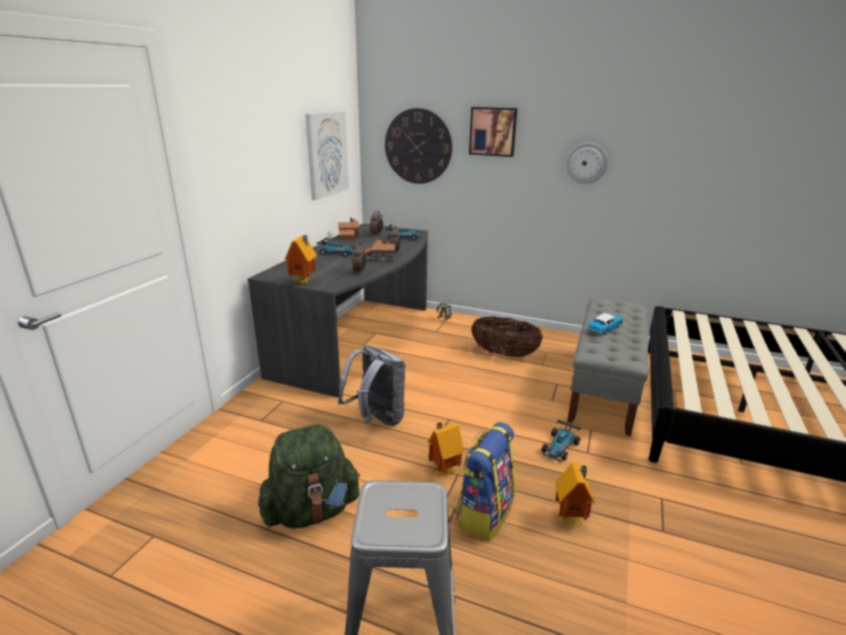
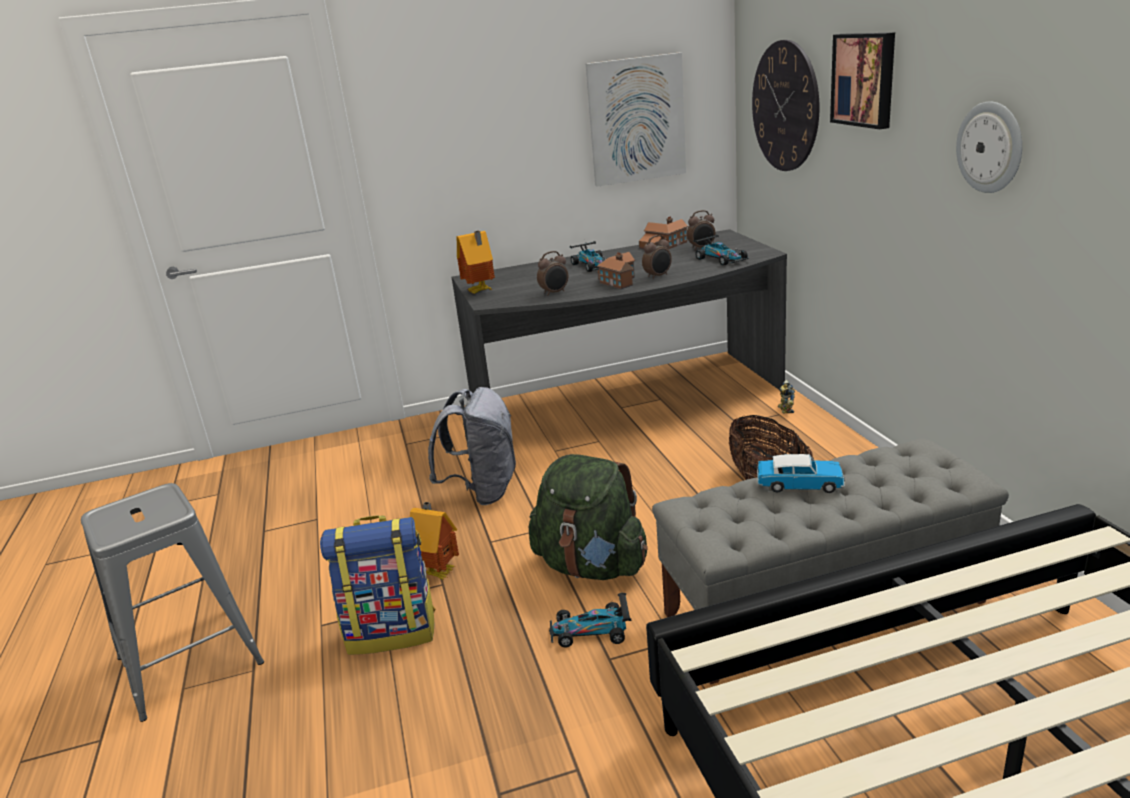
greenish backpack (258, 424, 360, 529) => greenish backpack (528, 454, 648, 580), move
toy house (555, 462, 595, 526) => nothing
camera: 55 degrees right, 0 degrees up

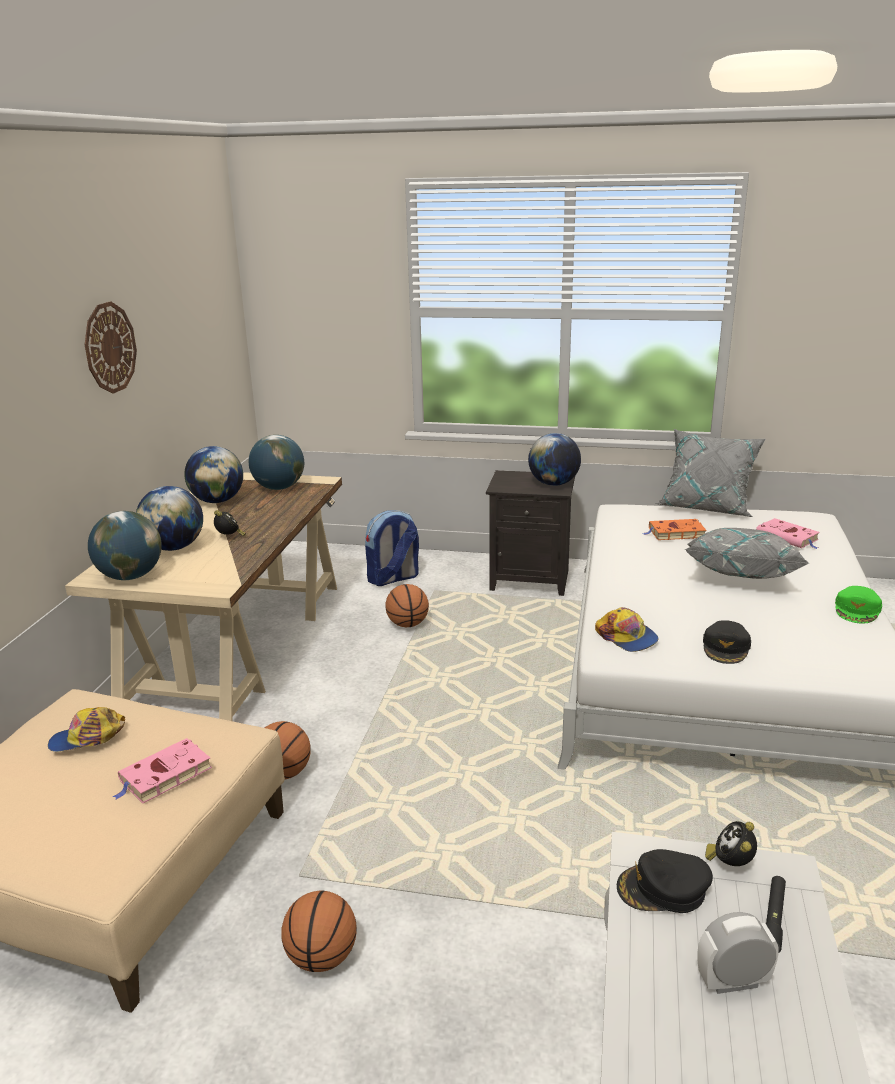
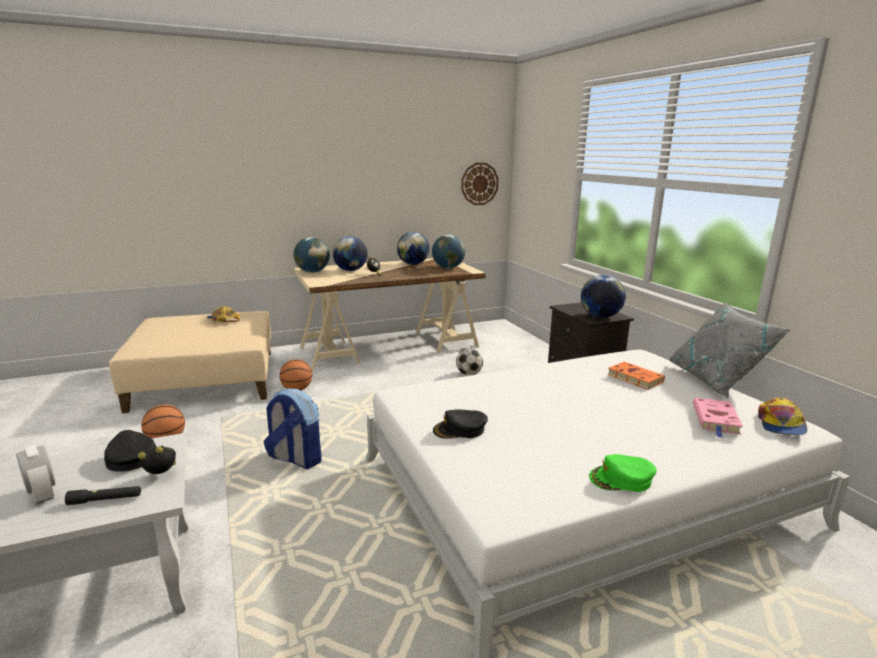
wall clock (85, 301, 137, 394) => wall clock (461, 163, 499, 205), move
backpack (365, 510, 419, 586) => backpack (263, 388, 322, 469), move
gray throw pillow (684, 528, 809, 579) => nothing
basketball ball (385, 584, 429, 627) => football (456, 348, 483, 376)
cap (595, 607, 659, 652) => cap (758, 398, 807, 435), move
pinkish book (113, 738, 212, 803) => nothing
camera: 55 degrees right, 5 degrees down

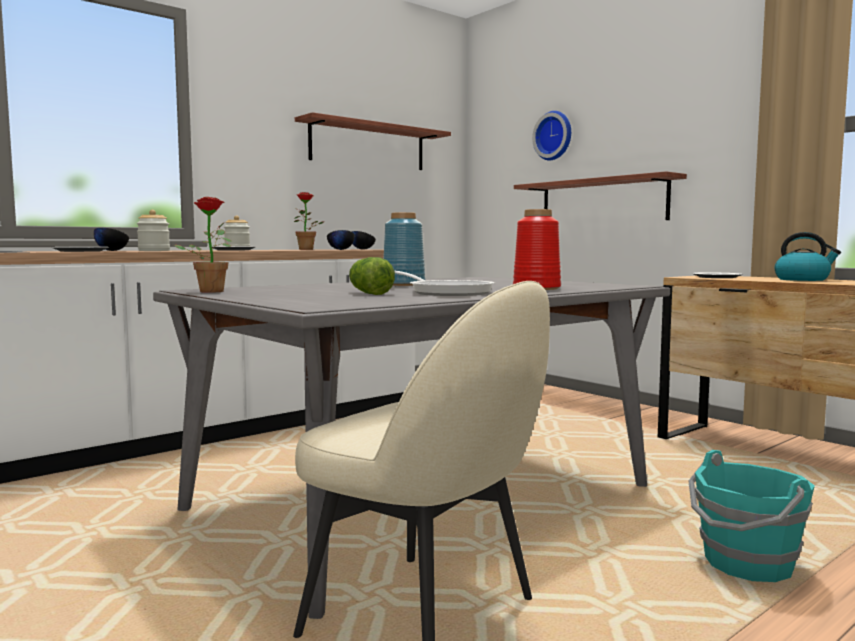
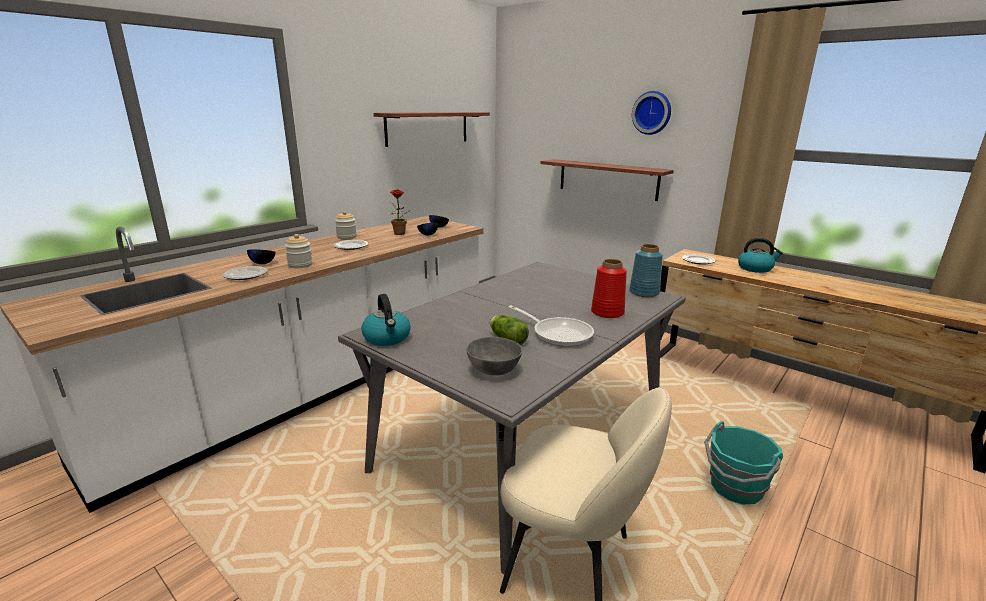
wall clock (532, 111, 571, 160) => wall clock (632, 91, 671, 135), move
houseplant (174, 197, 231, 293) => tea kettle (361, 294, 411, 346)
blue-coloured decorative vase (383, 212, 425, 286) => blue-coloured decorative vase (629, 244, 663, 297), move
nothing => gray bowl (467, 337, 522, 375)
camera: 10 degrees left, 15 degrees up

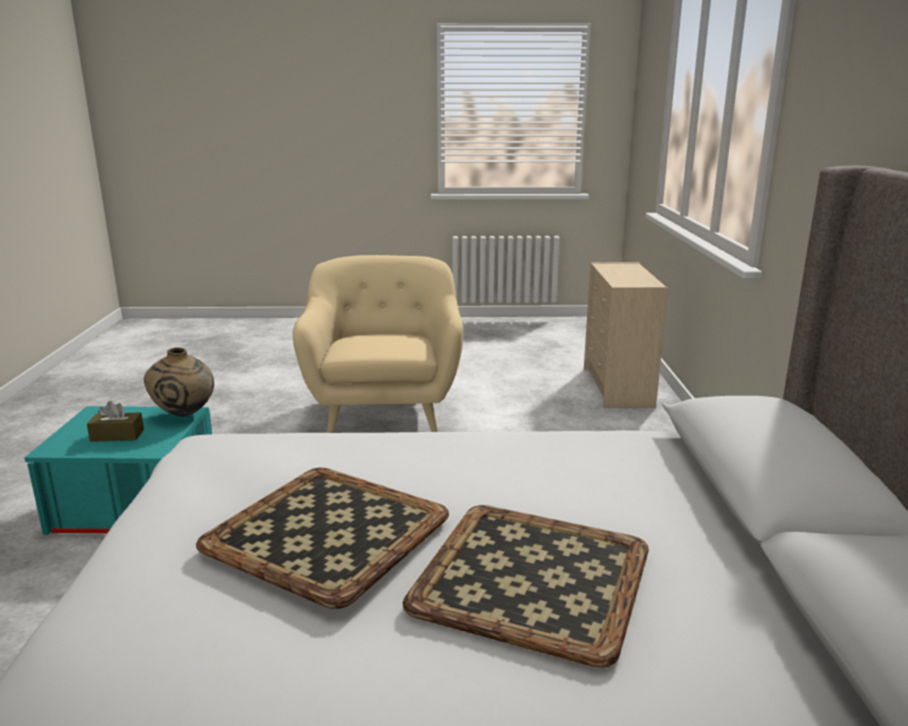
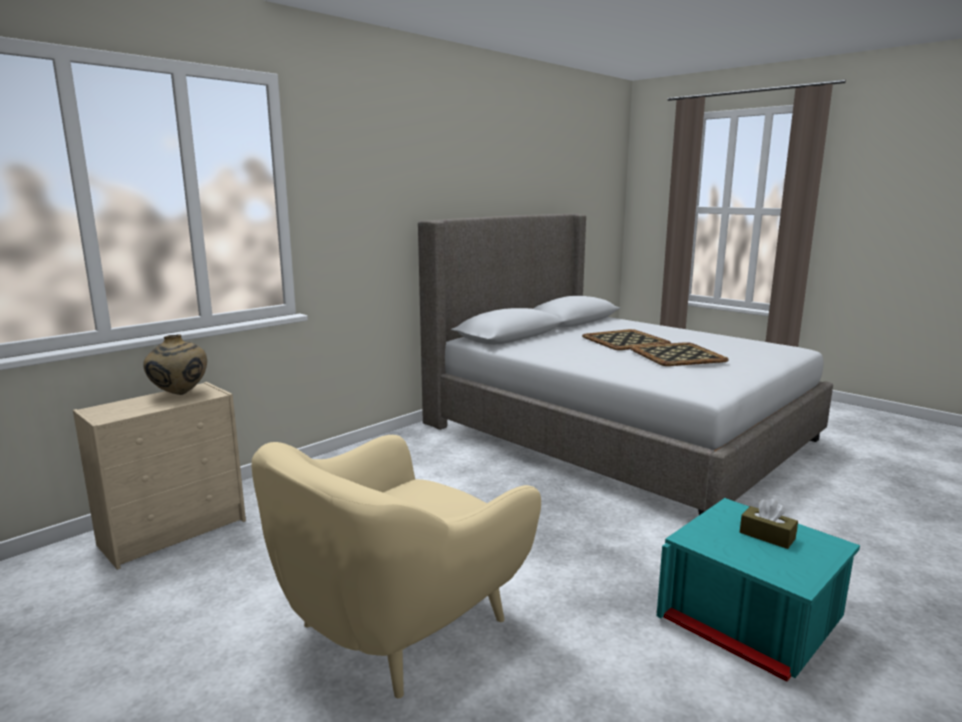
beige decorative vase (144, 347, 214, 417) => beige decorative vase (143, 334, 207, 395), move
camera: 135 degrees left, 5 degrees down

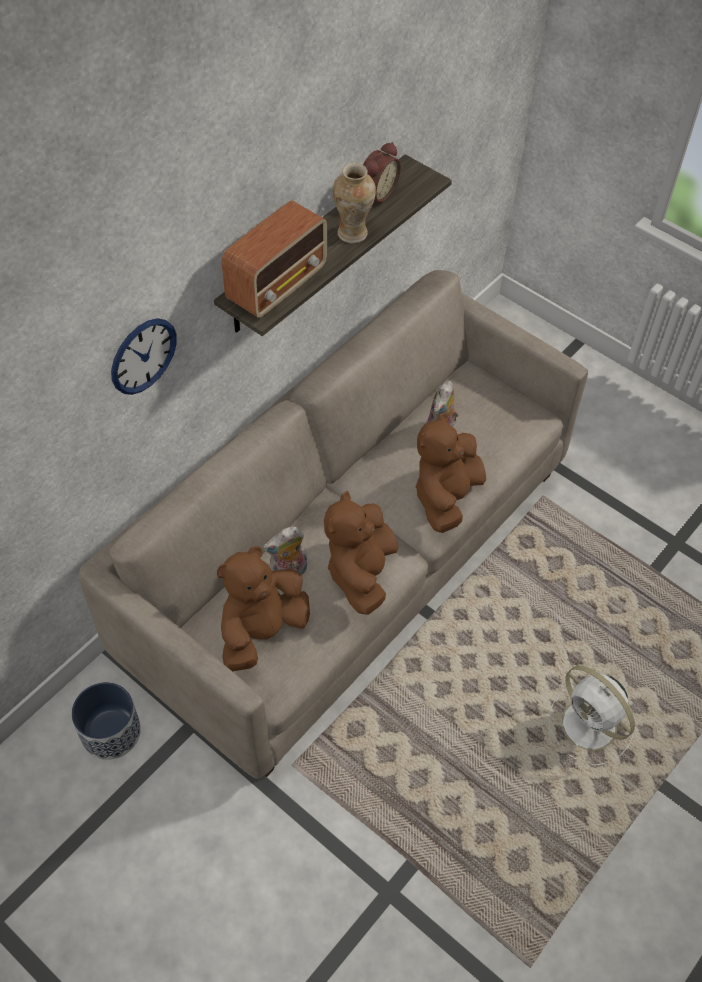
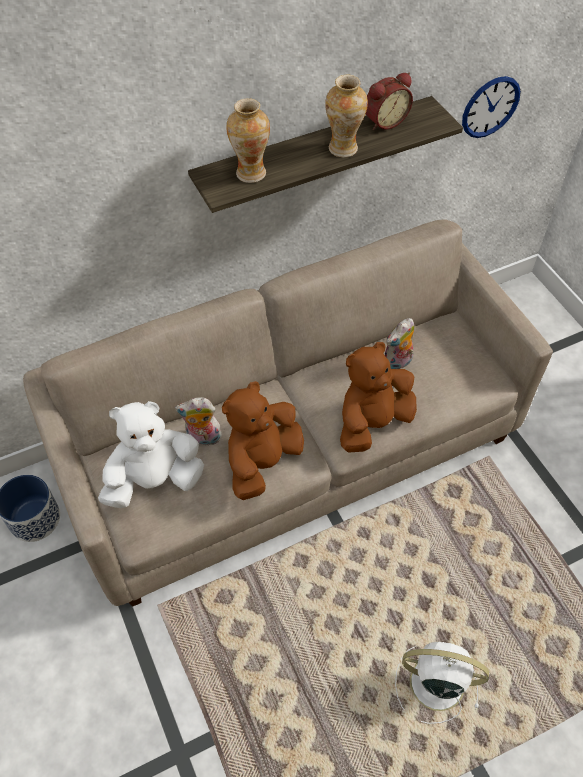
radio (222, 201, 327, 318) => decorative vase (226, 98, 270, 183)
wall clock (111, 318, 177, 395) => wall clock (462, 76, 521, 138), move
brown plush toy (217, 546, 310, 672) => whitish plush toy (98, 401, 204, 508)
whitish electric fan (548, 666, 635, 765) => whitish electric fan (395, 642, 489, 724), 120 degrees clockwise
camera: 25 degrees right, 0 degrees up

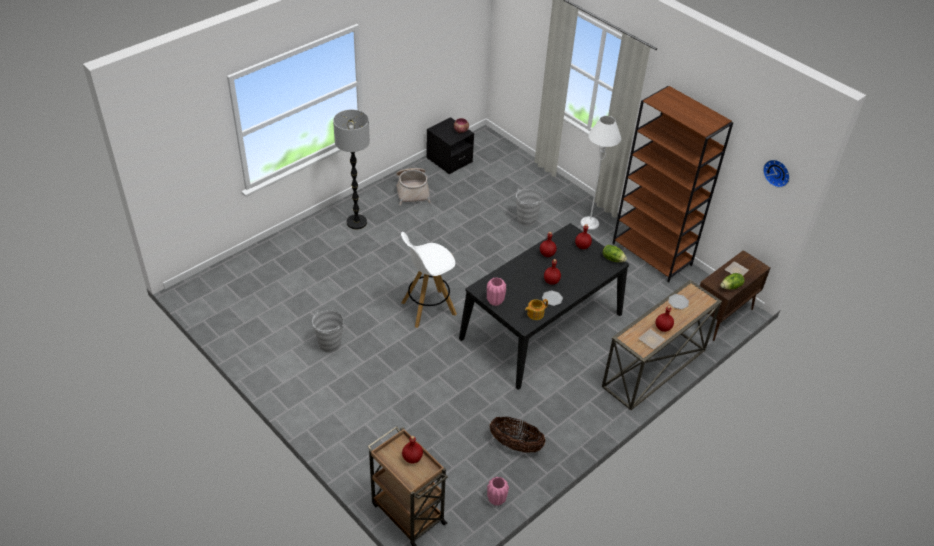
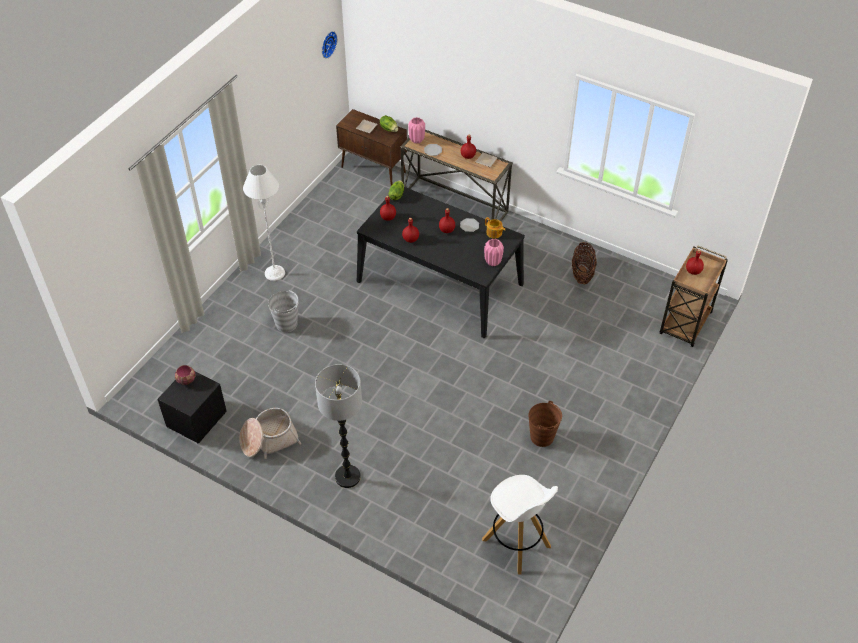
brown shelving unit (612, 86, 733, 282) => nothing
whitish sitting stool (401, 232, 457, 328) => whitish sitting stool (482, 475, 558, 575), move
gray pail (312, 310, 343, 353) => brown pail (528, 401, 562, 447)
pinkish decorative vase (487, 477, 509, 505) => pinkish decorative vase (408, 117, 425, 143), move
camera: 105 degrees left, 5 degrees up

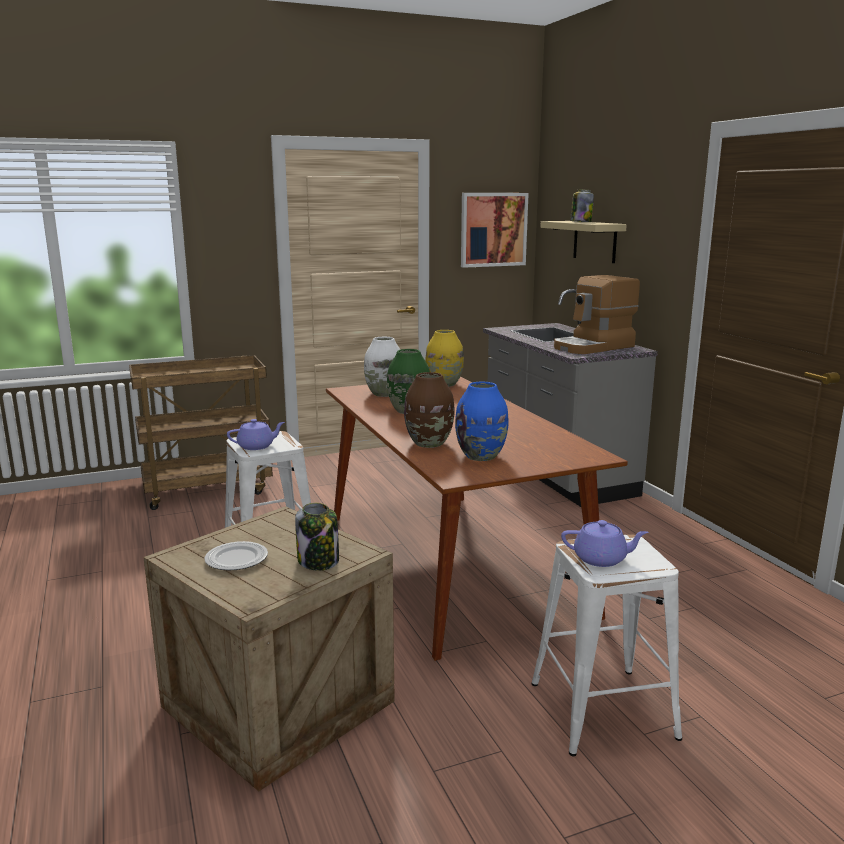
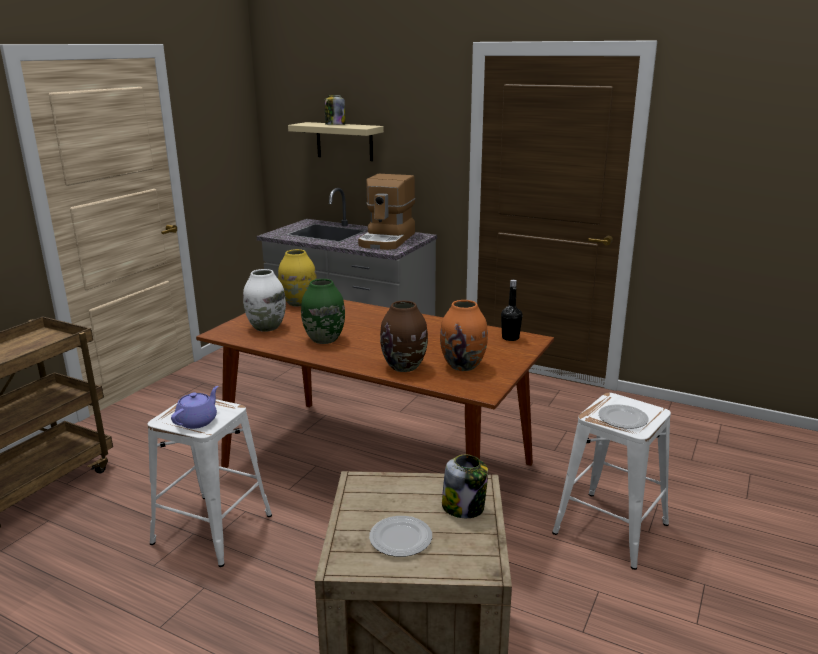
picture (461, 193, 529, 268) => nothing
blue-coloured decorative vase (455, 382, 509, 461) => orangey decorative vase (440, 300, 488, 371)
purple tea pot (561, 520, 648, 567) => flat dish (598, 404, 649, 429)
nothing => black-coloured bottle (501, 280, 522, 341)
camera: 40 degrees left, 5 degrees up

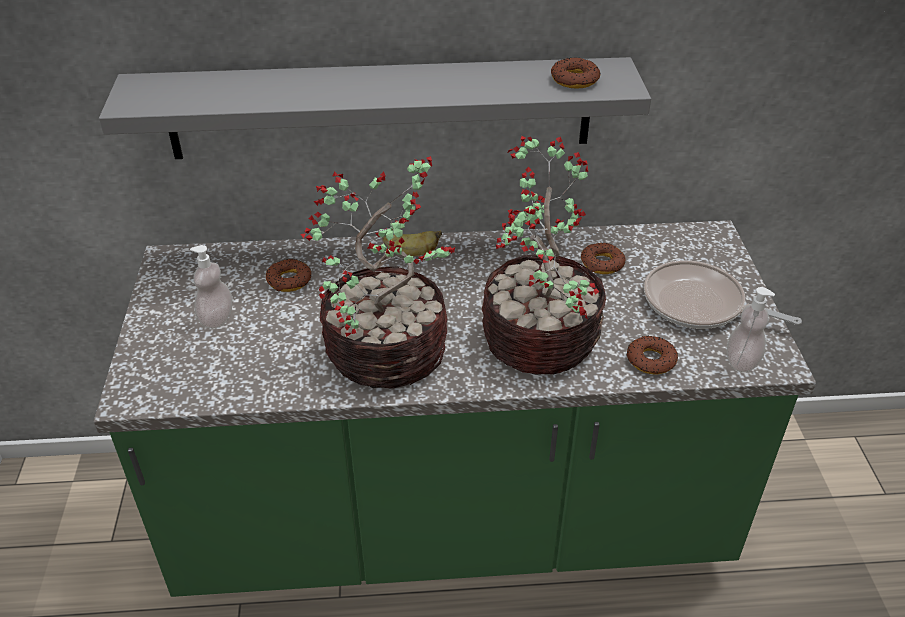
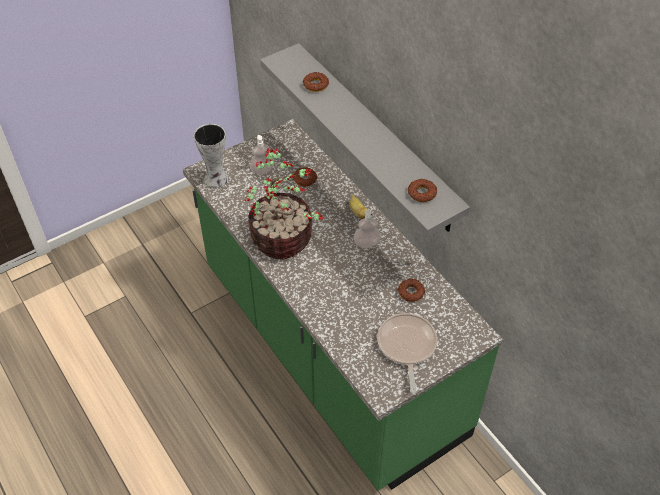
houseplant (482, 136, 606, 375) => nothing
soap dispenser (727, 287, 775, 372) => soap dispenser (353, 210, 381, 248), move
ring doughnut (626, 336, 678, 374) => ring doughnut (303, 72, 329, 92), move
nothing => decorative vase (194, 124, 228, 188)
camera: 60 degrees right, 10 degrees up

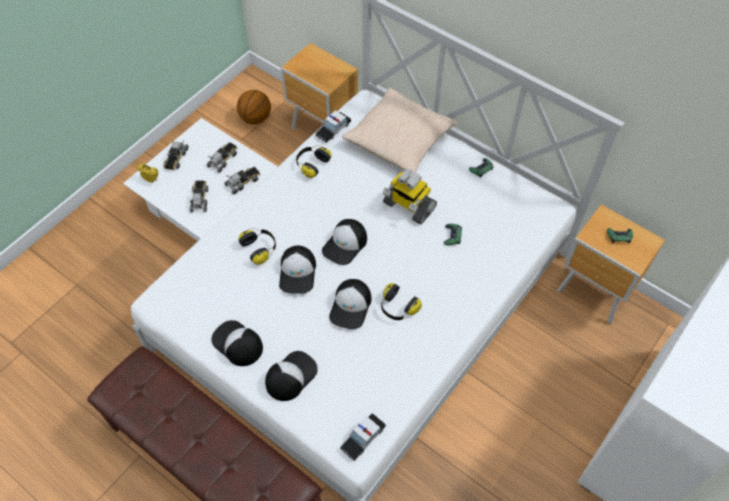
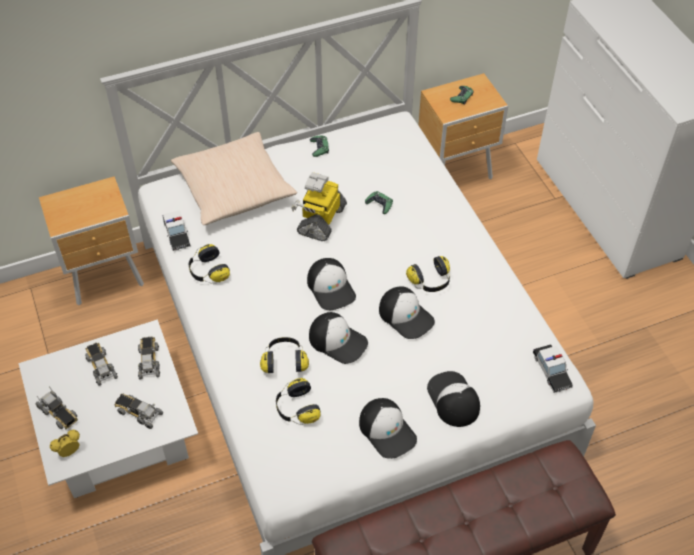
basketball ball (237, 90, 271, 124) => nothing
toy robot (383, 169, 437, 224) => toy robot (291, 172, 347, 241), 135 degrees clockwise
cap (212, 320, 263, 366) => cap (359, 398, 417, 459), 105 degrees counterclockwise
nothing => pair of headphones (276, 378, 321, 425)
camera: 60 degrees left, 5 degrees down

